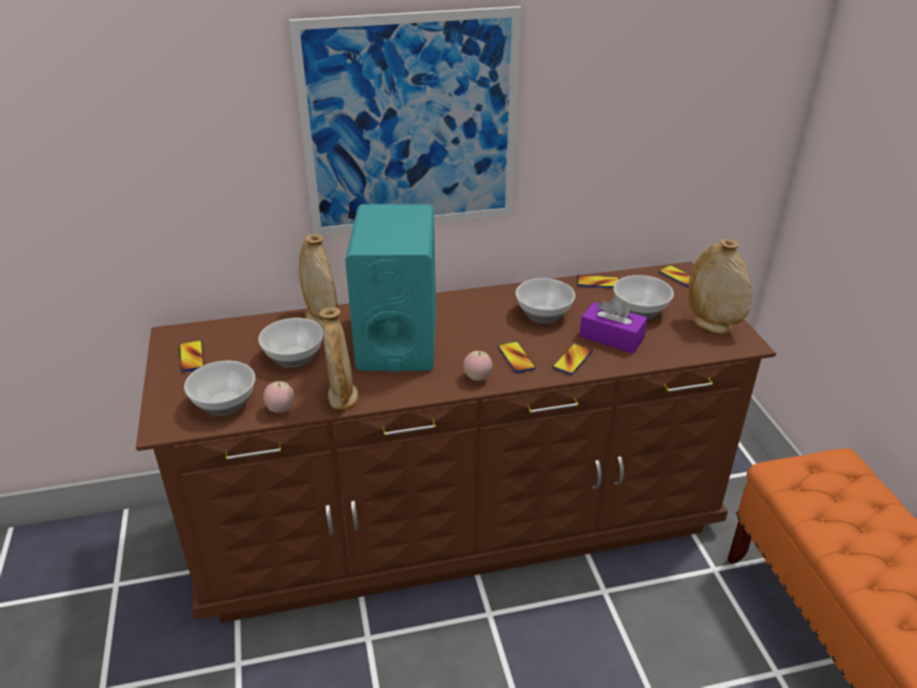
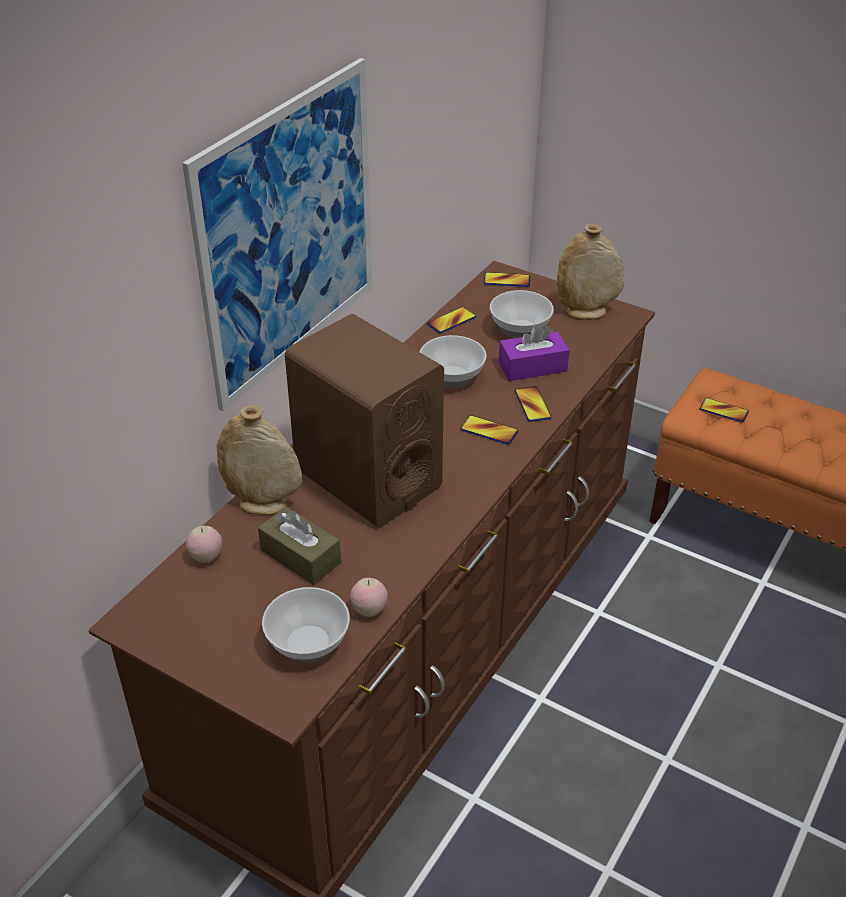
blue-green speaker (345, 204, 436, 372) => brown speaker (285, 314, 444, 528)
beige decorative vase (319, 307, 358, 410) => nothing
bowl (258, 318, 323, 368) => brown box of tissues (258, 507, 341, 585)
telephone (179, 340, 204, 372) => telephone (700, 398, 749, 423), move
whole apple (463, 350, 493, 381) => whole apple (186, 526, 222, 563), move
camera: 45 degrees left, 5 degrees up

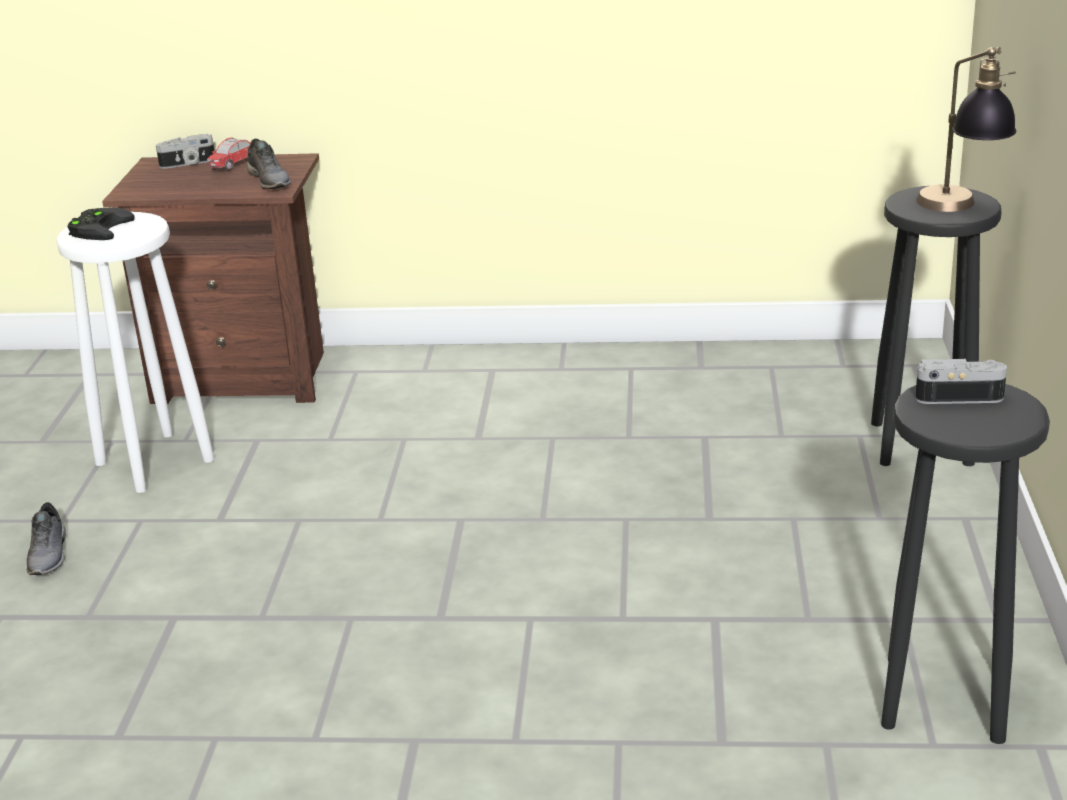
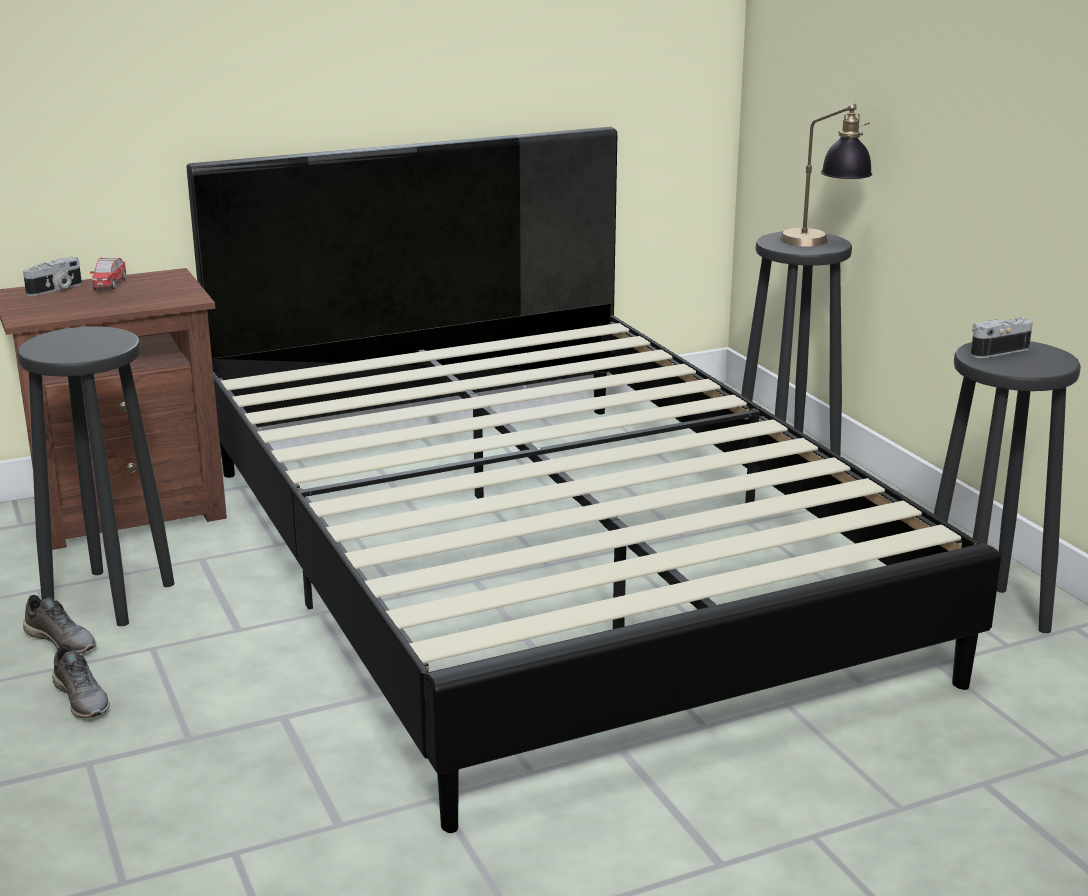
gray low shoe (247, 138, 291, 189) => gray low shoe (23, 595, 96, 654), move
black-coloured gamepad (67, 208, 135, 240) => nothing
whitish sitting stool (56, 212, 214, 493) => black-coloured sitting stool (18, 326, 174, 626)
nothing => black-coloured bed (187, 127, 1001, 833)
camera: 30 degrees left, 5 degrees down

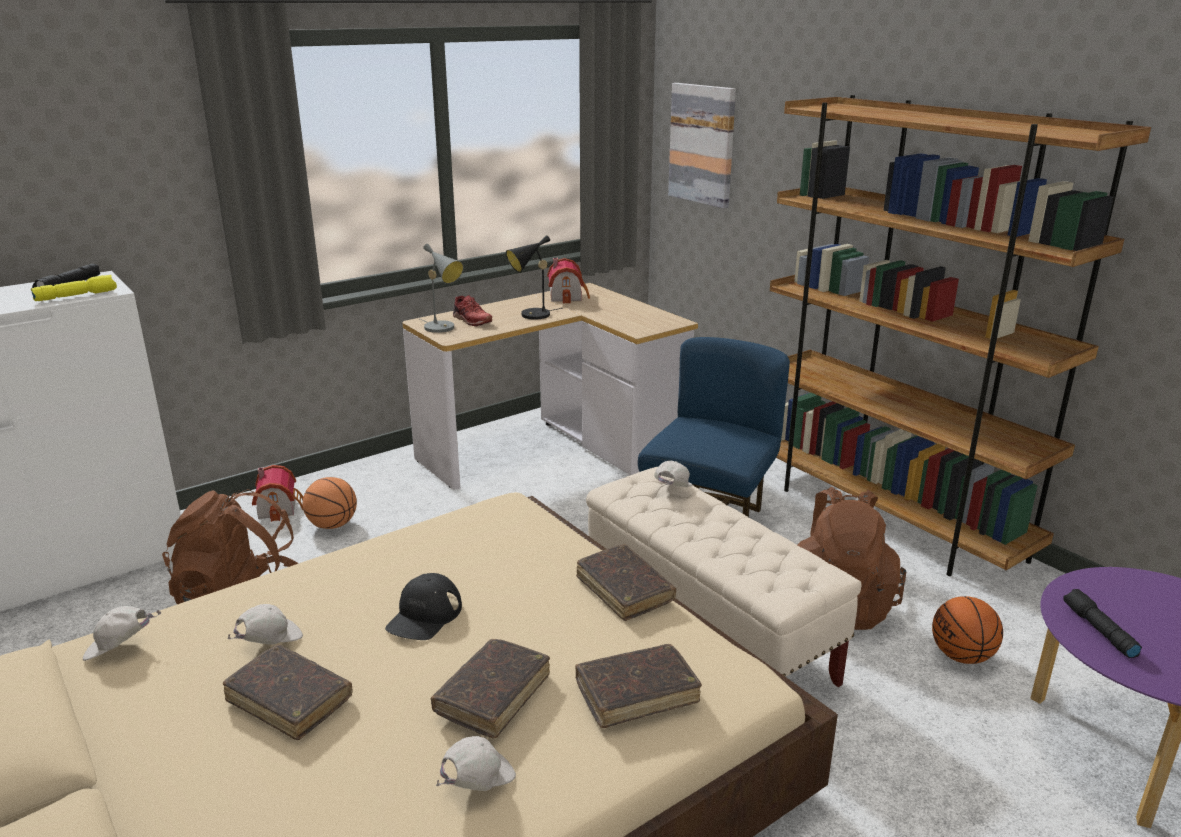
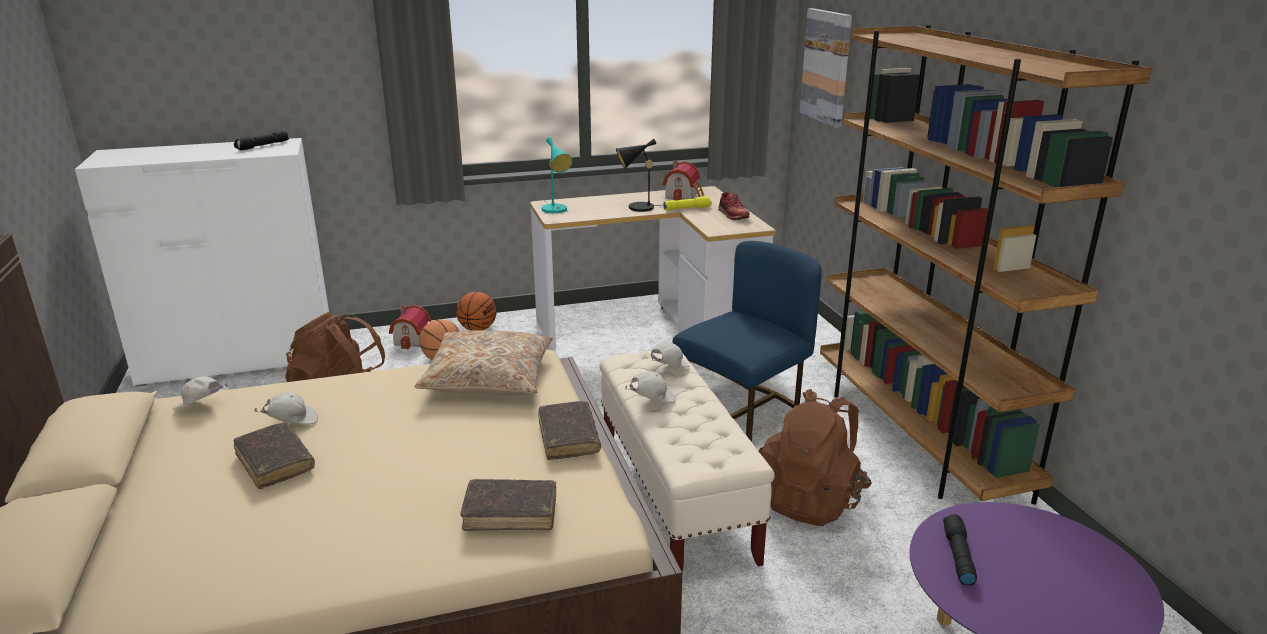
gray lamp for a table (420, 244, 464, 333) => blue-green lamp for a table (542, 138, 572, 213)
yellowish hand torch (31, 275, 117, 301) => yellowish hand torch (663, 196, 712, 210), move
reddish low shoe (453, 295, 492, 326) => reddish low shoe (718, 192, 749, 220), move
black-coloured cap (385, 573, 462, 640) => nothing
basketball ball (932, 596, 1003, 664) => basketball ball (456, 292, 497, 331), move
brown book (431, 639, 550, 738) => nothing
whitish cap (436, 736, 516, 791) => whitish cap (625, 371, 676, 403), move
nothing => beige throw pillow (415, 331, 553, 395)
camera: 20 degrees right, 0 degrees up

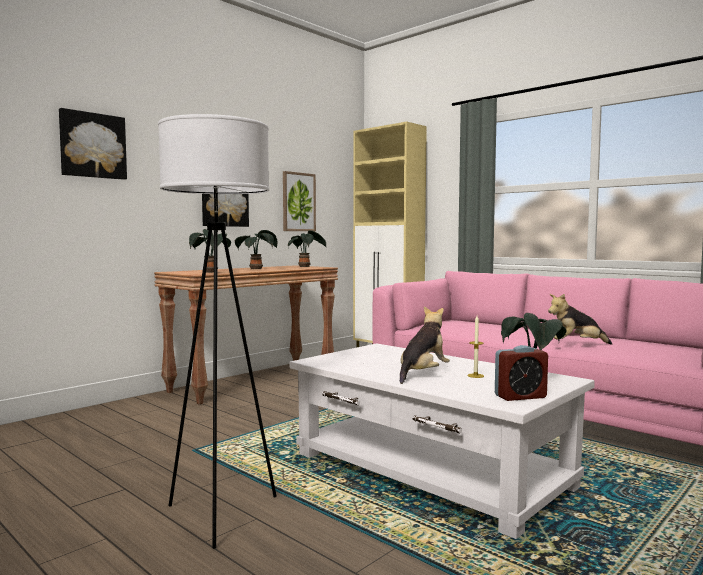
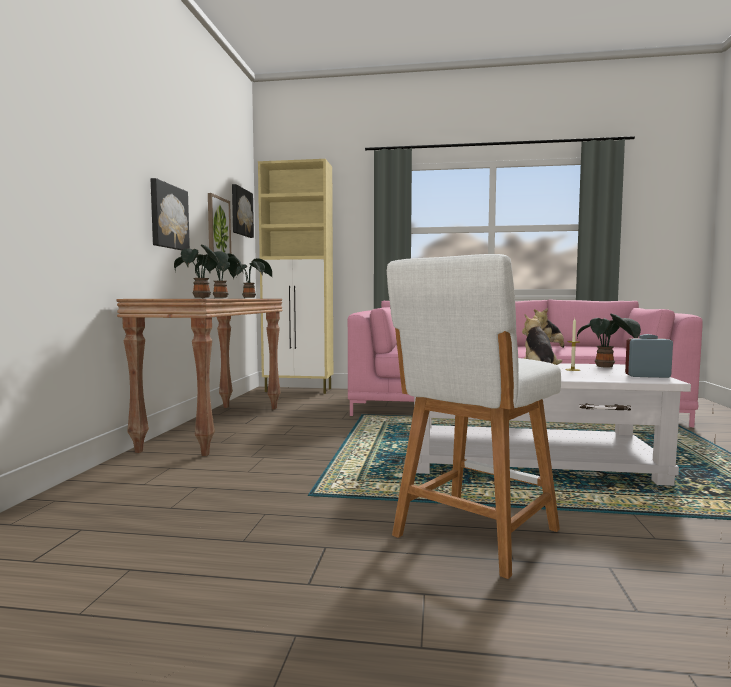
picture (59, 108, 127, 180) => picture (232, 184, 254, 238), move
whitish floor lamp (158, 114, 277, 549) => whitish sitting stool (387, 254, 561, 579)
table clock (495, 345, 548, 401) => table clock (625, 334, 673, 378), 120 degrees counterclockwise
camera: 35 degrees left, 0 degrees up

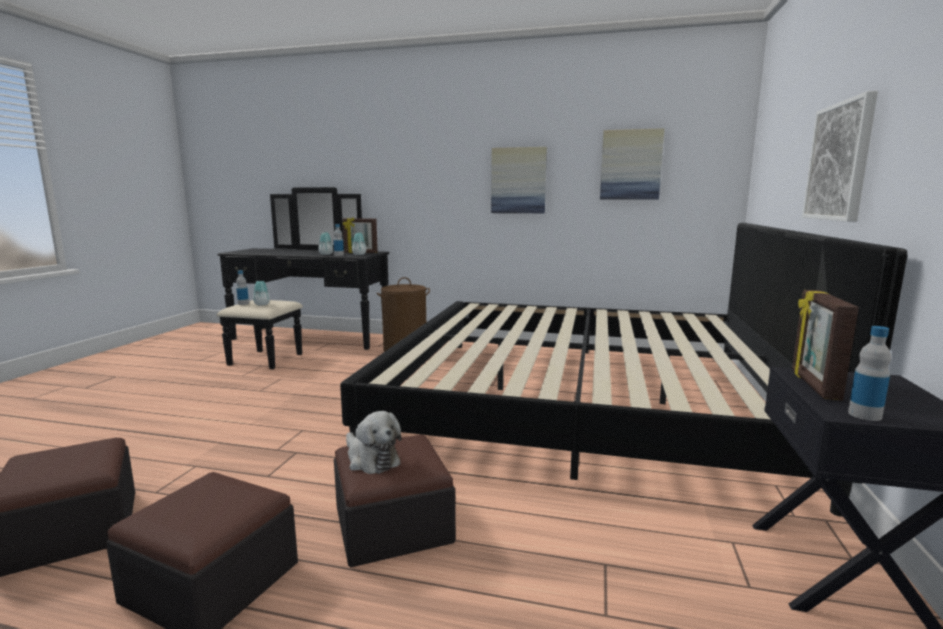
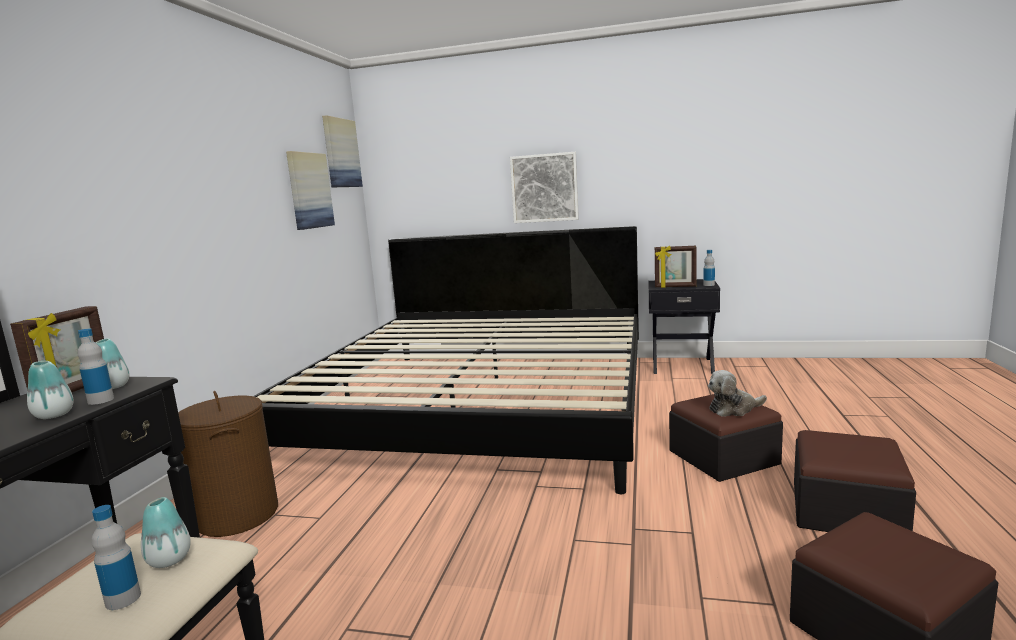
picture (491, 147, 547, 213) => picture (322, 115, 363, 187), move
plush toy (346, 411, 402, 474) => plush toy (708, 370, 767, 417), 150 degrees counterclockwise
camera: 90 degrees left, 0 degrees up

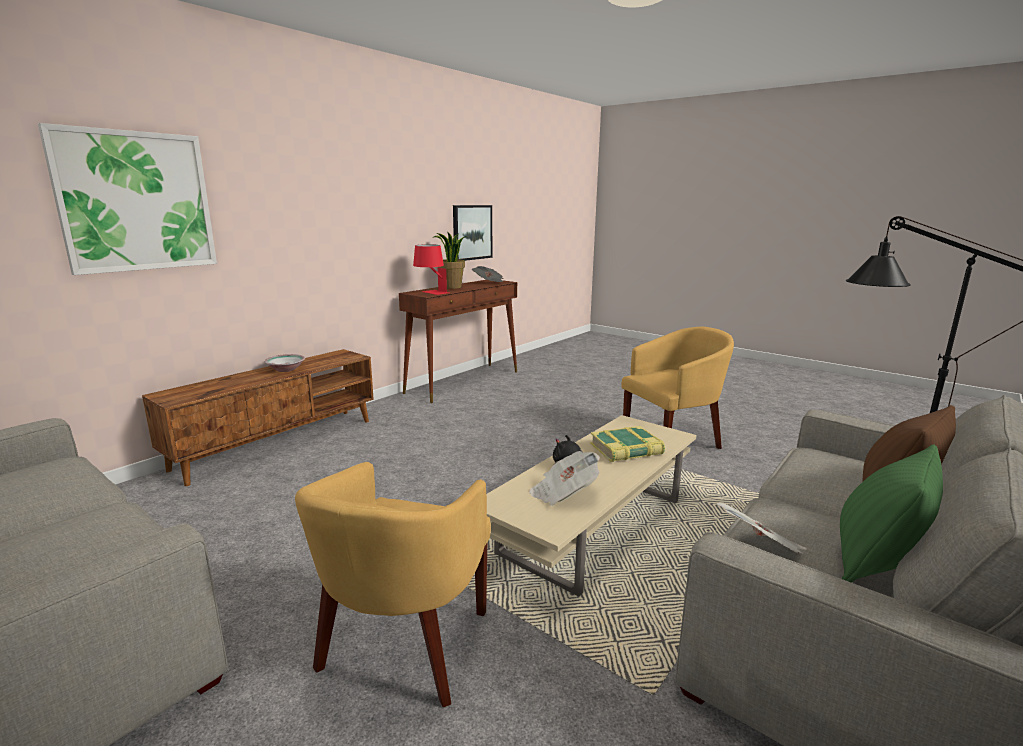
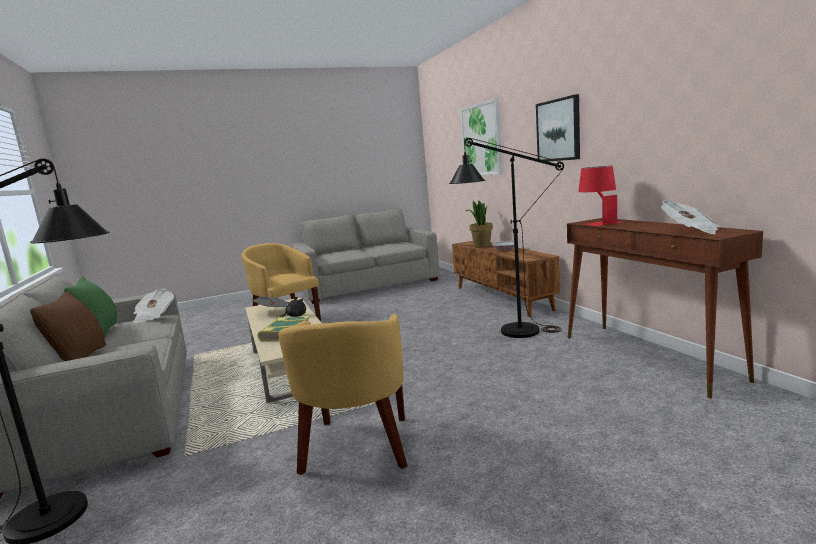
picture (453, 205, 492, 261) => picture (536, 94, 580, 162), move
houseplant (434, 231, 467, 289) => houseplant (466, 200, 493, 248), move
nothing => black-coloured floor lamp (449, 138, 564, 338)
camera: 120 degrees right, 5 degrees down

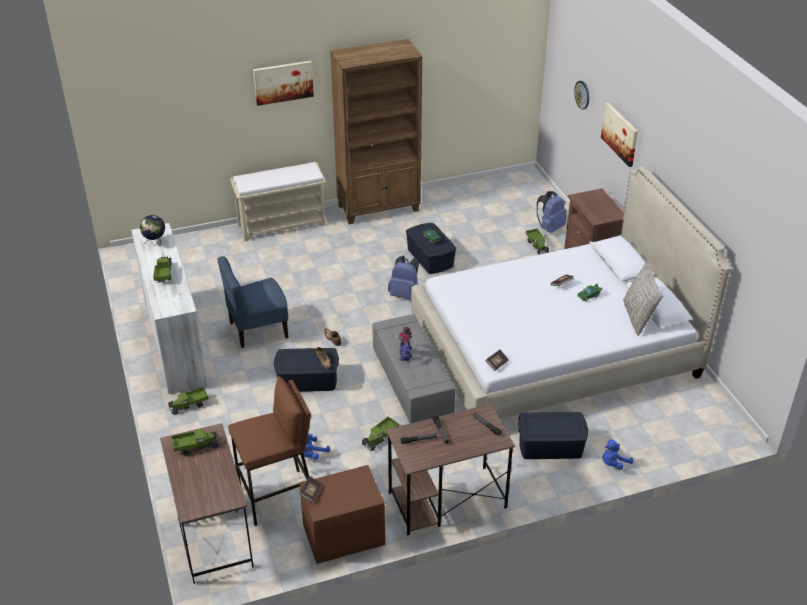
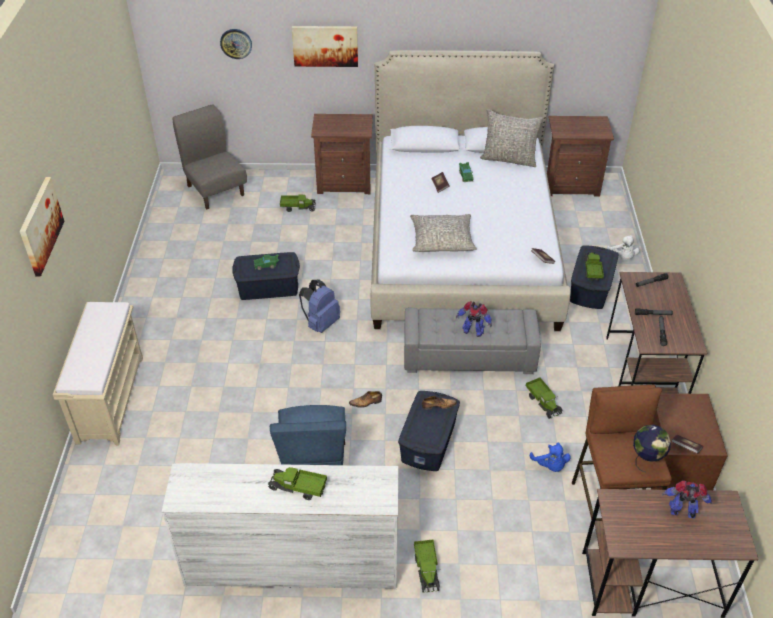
brown shelving unit (330, 39, 422, 224) => nothing
blue-coloured backpack (537, 191, 567, 233) => nothing
globe (140, 215, 165, 246) => globe (633, 425, 671, 472), move
model truck (171, 429, 220, 455) => model truck (584, 252, 604, 281), move
blue-coloured plush toy (603, 439, 633, 470) => whitish plush toy (607, 235, 640, 260)
nothing => gray chair (173, 104, 247, 209)
nothing => brown bedside table (547, 116, 614, 197)
nothing => gray throw pillow (410, 214, 477, 252)
nothing => toy robot (663, 481, 712, 519)
camera: 70 degrees left, 5 degrees up

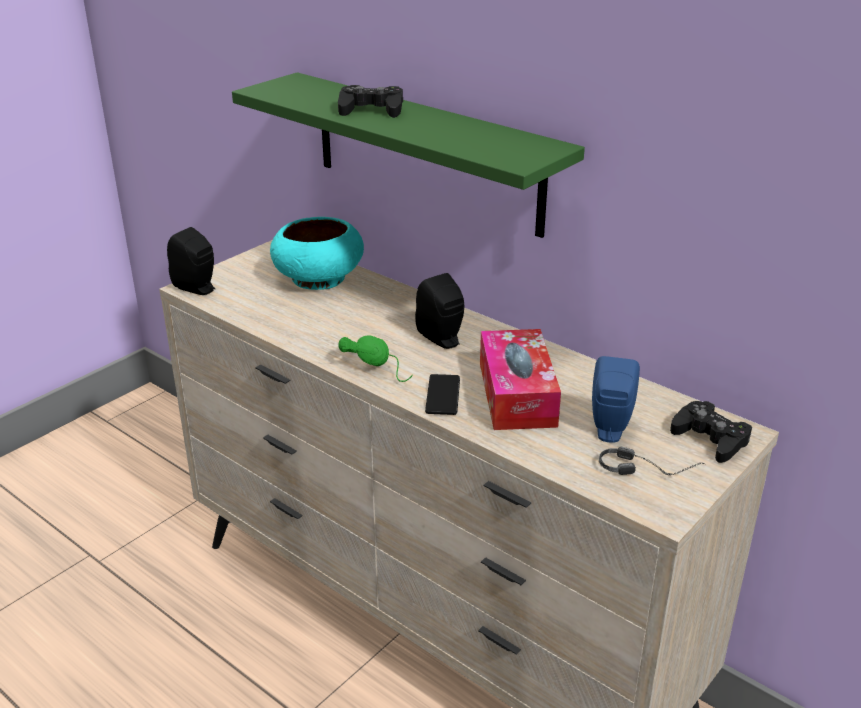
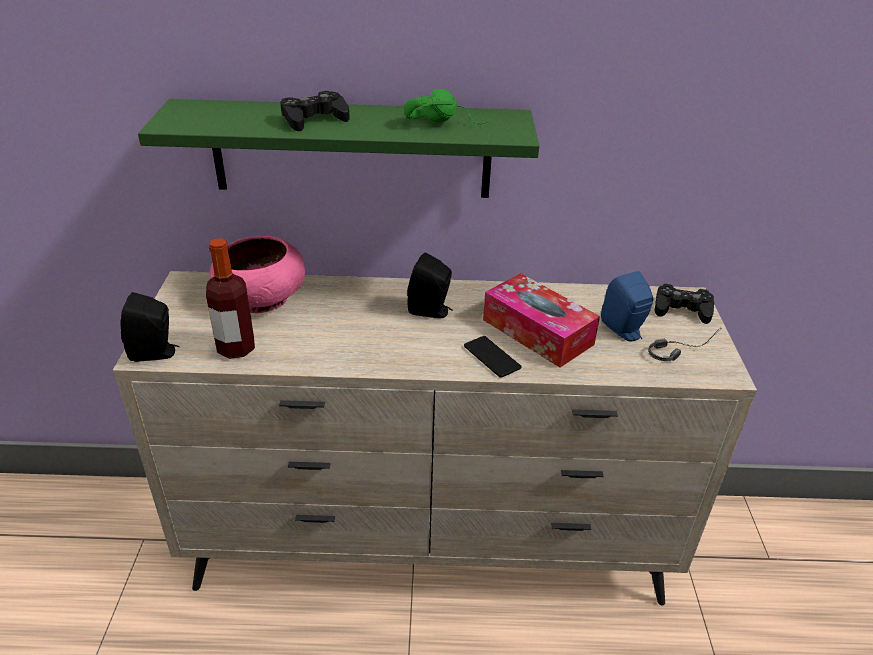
blue-green bowl (270, 217, 364, 290) => pinkish bowl (209, 236, 305, 313)
greenish pair of headphones (338, 336, 413, 382) => greenish pair of headphones (404, 89, 493, 124), move
nothing => bottle (206, 238, 255, 359)
camera: 40 degrees left, 5 degrees up

